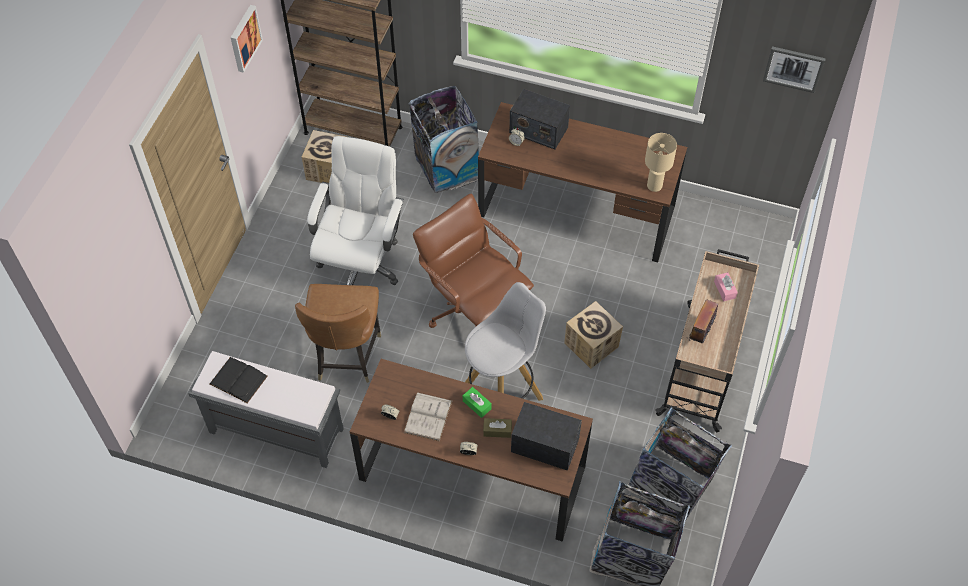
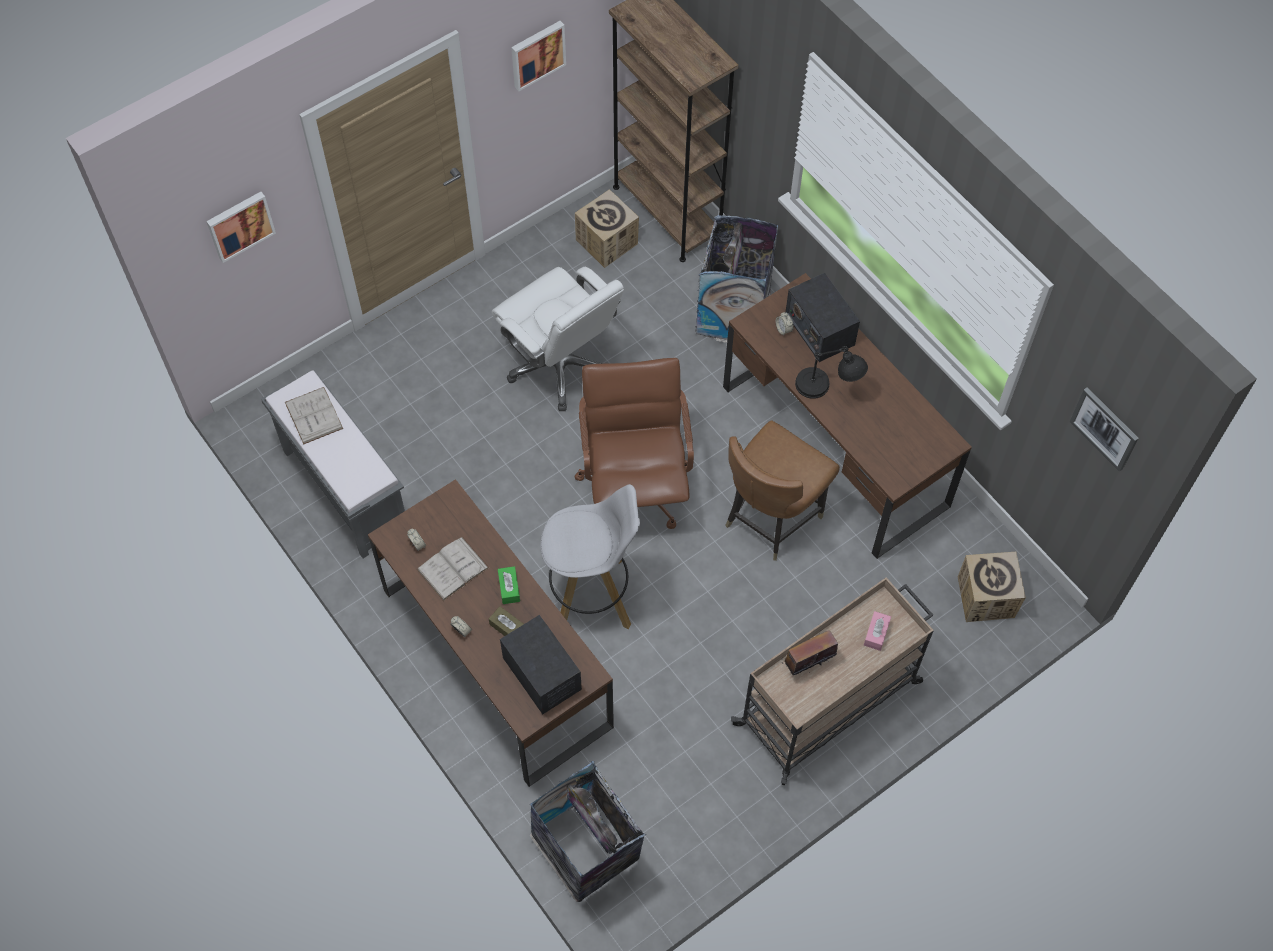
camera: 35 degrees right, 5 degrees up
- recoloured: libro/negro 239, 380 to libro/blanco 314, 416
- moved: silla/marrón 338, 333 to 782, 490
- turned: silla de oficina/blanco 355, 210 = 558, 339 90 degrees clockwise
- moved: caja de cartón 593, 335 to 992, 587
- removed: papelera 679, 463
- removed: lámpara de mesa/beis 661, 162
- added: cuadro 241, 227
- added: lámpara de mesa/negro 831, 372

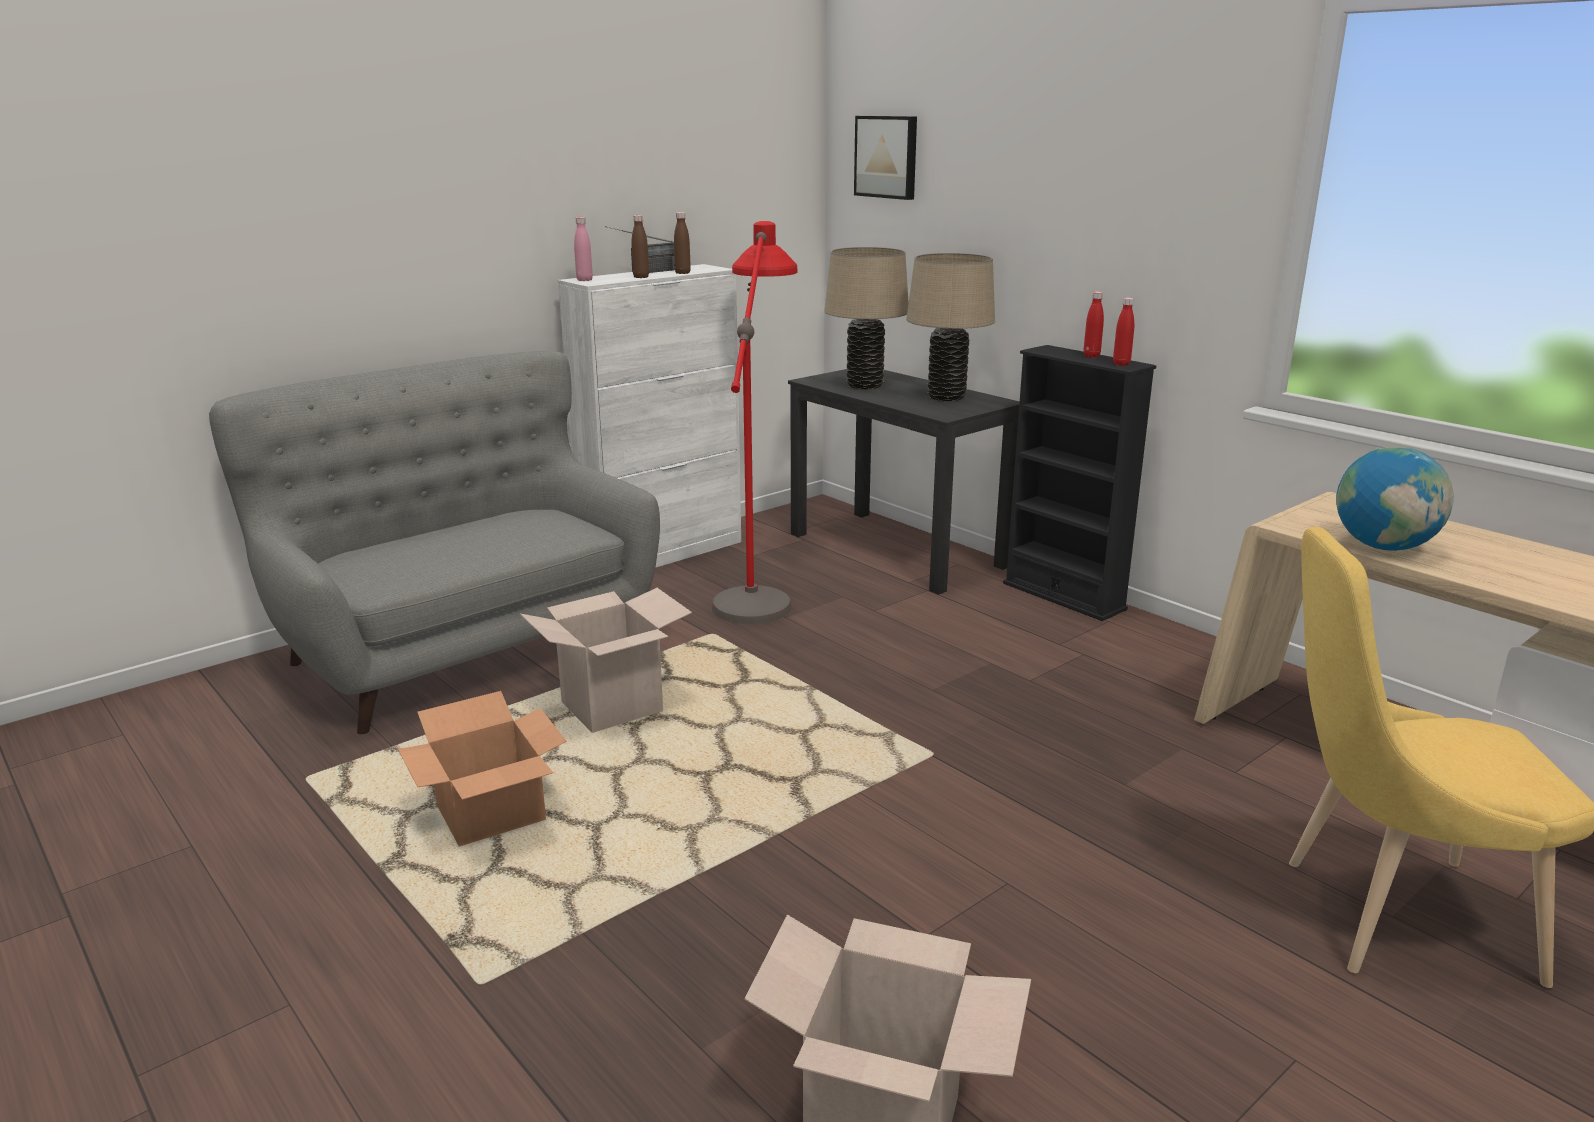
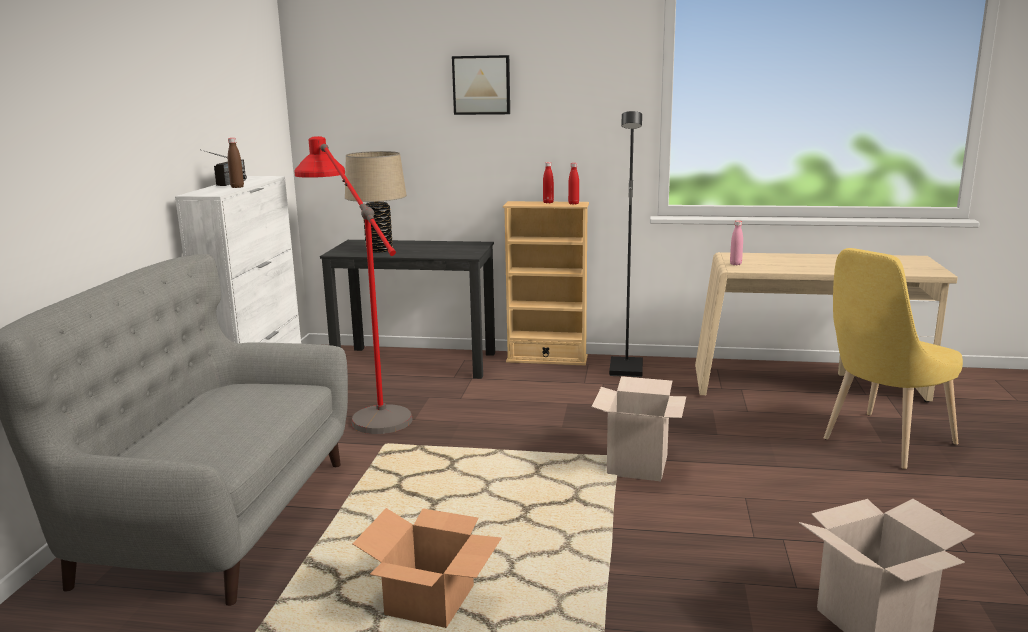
camera: 40 degrees left, 5 degrees down
- moved: caja de cartón 606, 660 to 639, 428
- moved: botella/rosa 583, 249 to 736, 243
- removed: botella/marrón 682, 243
- moved: cuadro 885, 158 to 481, 85
- removed: lámpara de mesa/beis 950, 327
- recoloured: estantería/negro 1079, 483 to estantería/beis 546, 283
- removed: globo terráqueo 1394, 499
- added: lámpara de pie/negro 626, 244

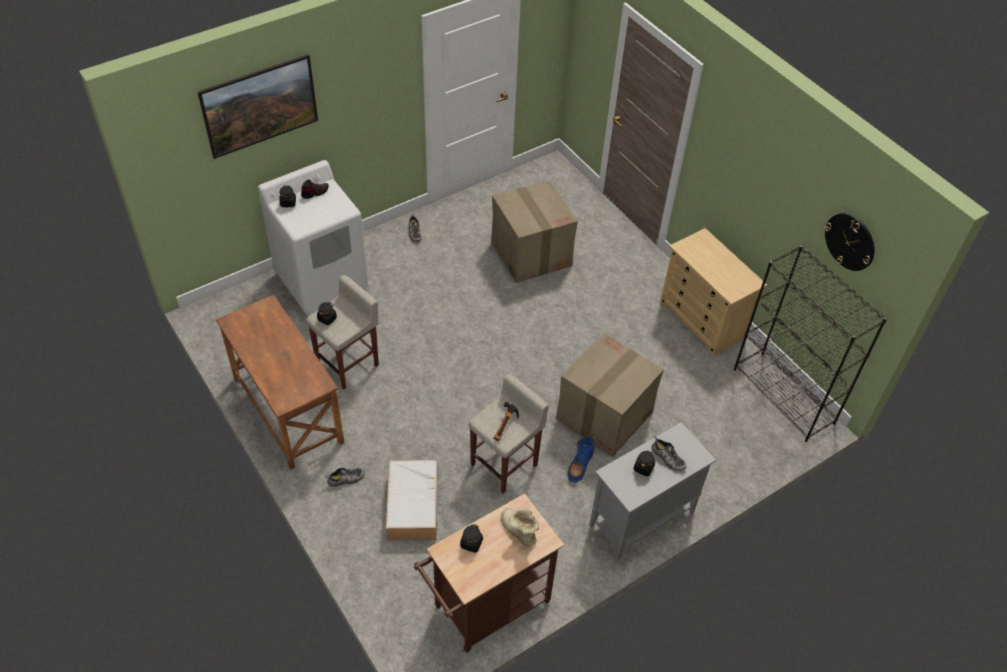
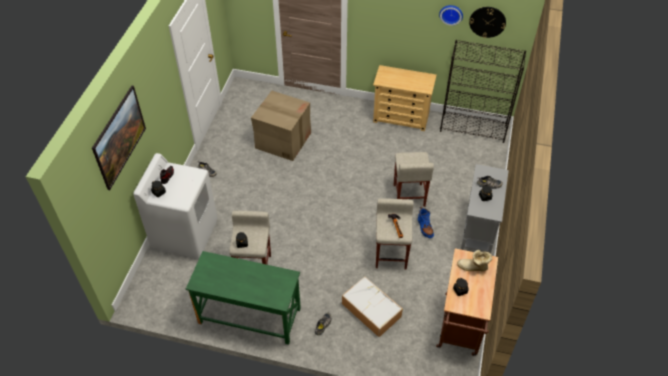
camera: 40 degrees left, 0 degrees up
- recoloured: escritorio/marrón 280, 382 to escritorio/verde 243, 298
- replaced: caja de cartón 610, 395 to taburete/beis 414, 179
- added: reloj de pared 451, 15

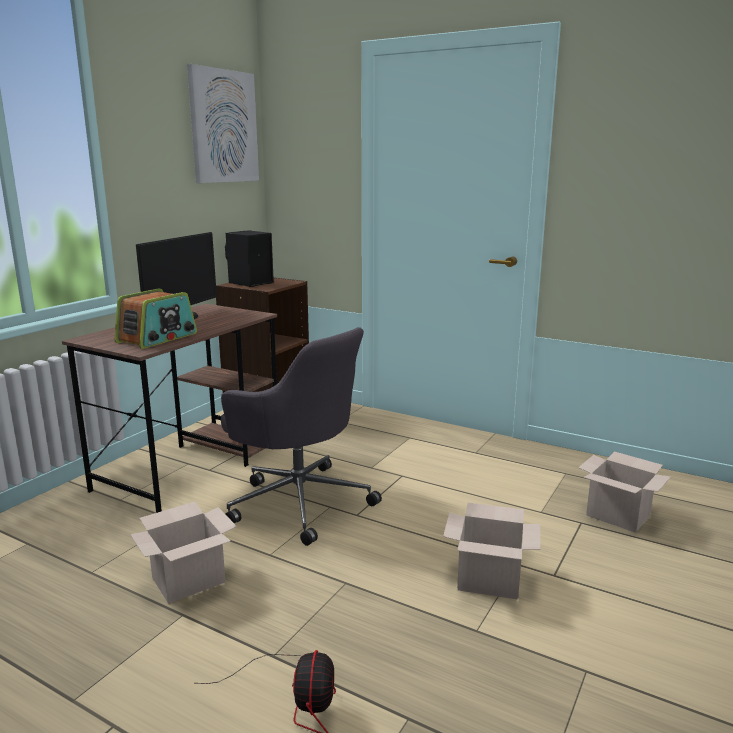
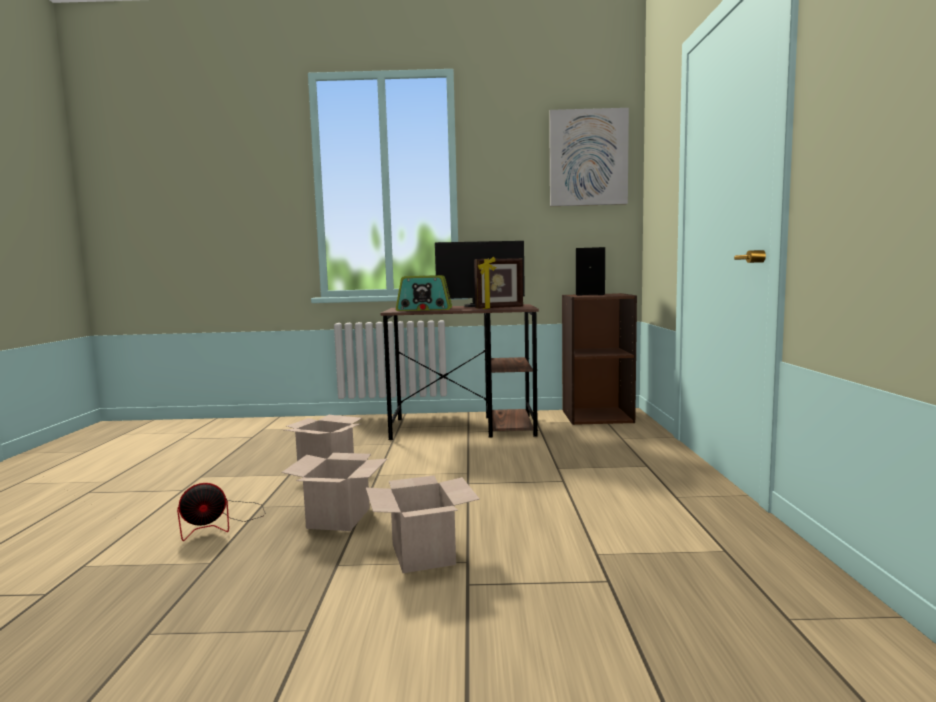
camera: 60 degrees right, 10 degrees down
- removed: silla de oficina/gris 301, 436
- moved: caja de cartón 624, 492 to 334, 492
- added: portarretratos 498, 283

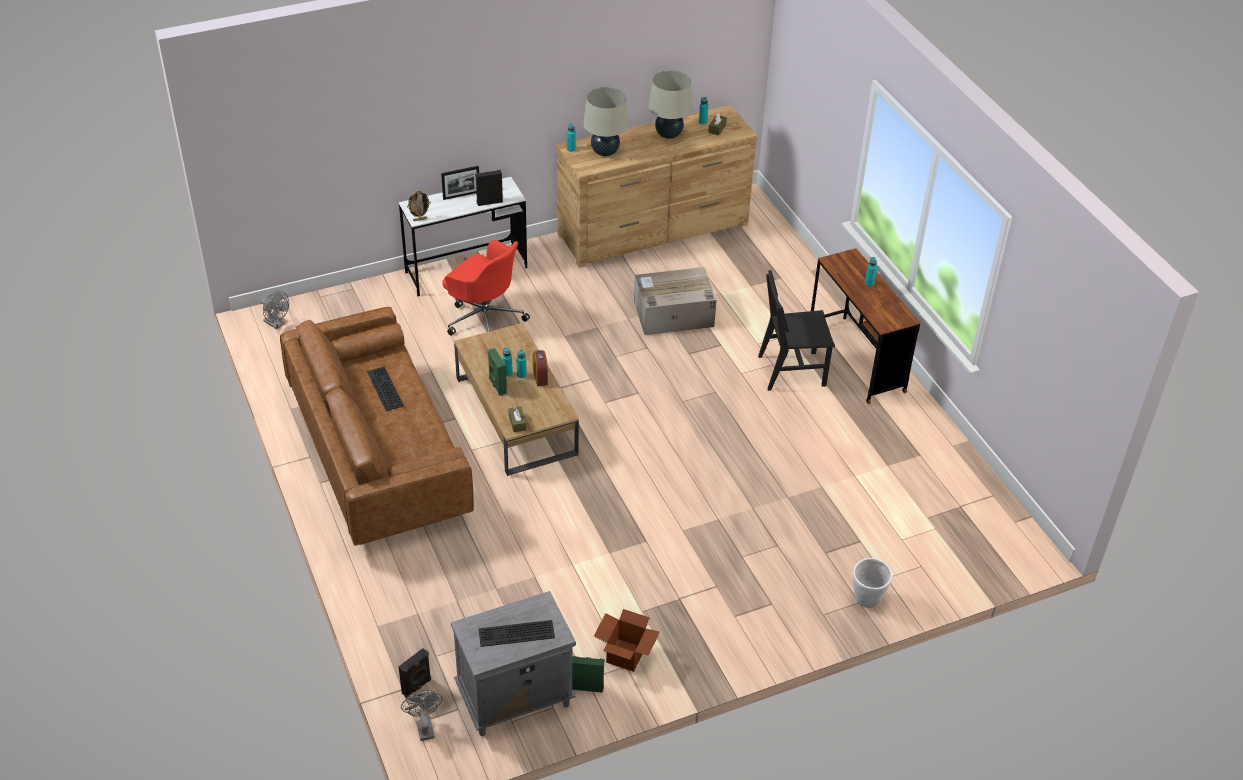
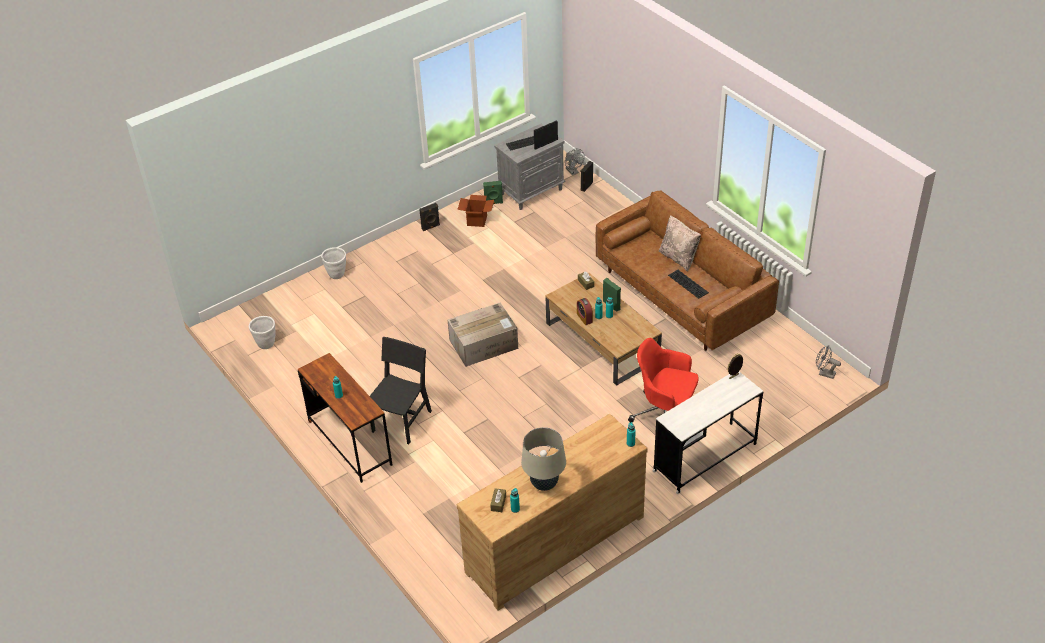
camera: 170 degrees right, 0 degrees up
- moved: portarretratos 460, 183 to 546, 135
- moved: altavoz/negro 489, 188 to 429, 217
- removed: lámpara de mesa/beis 605, 121
- moved: caja de cartón 675, 301 to 483, 335
- turned: silla/negro 796, 330 = 401, 390 45 degrees counterclockwise
- added: maceta/blanco 262, 332
- added: cojín/beis 680, 243

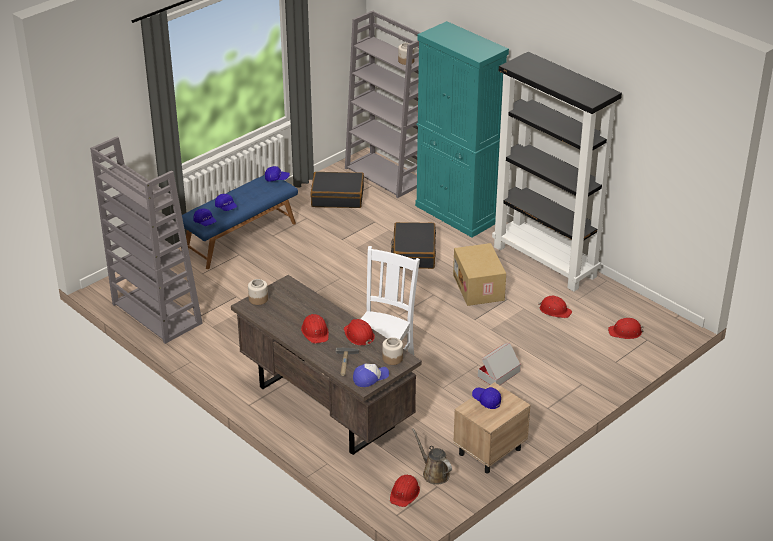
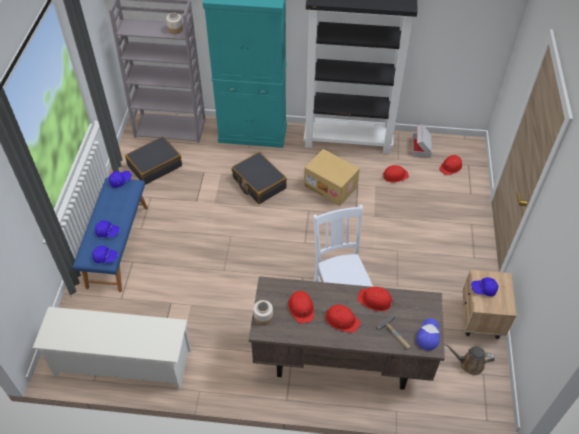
camera: 40 degrees left, 15 degrees up
- replaced: estantería/gris 146, 240 to zapatero/blanco 111, 348
- removed: tarro 392, 351
- moved: casco/rojo 405, 491 to 301, 307
- moved: caja de cartón 499, 364 to 422, 141

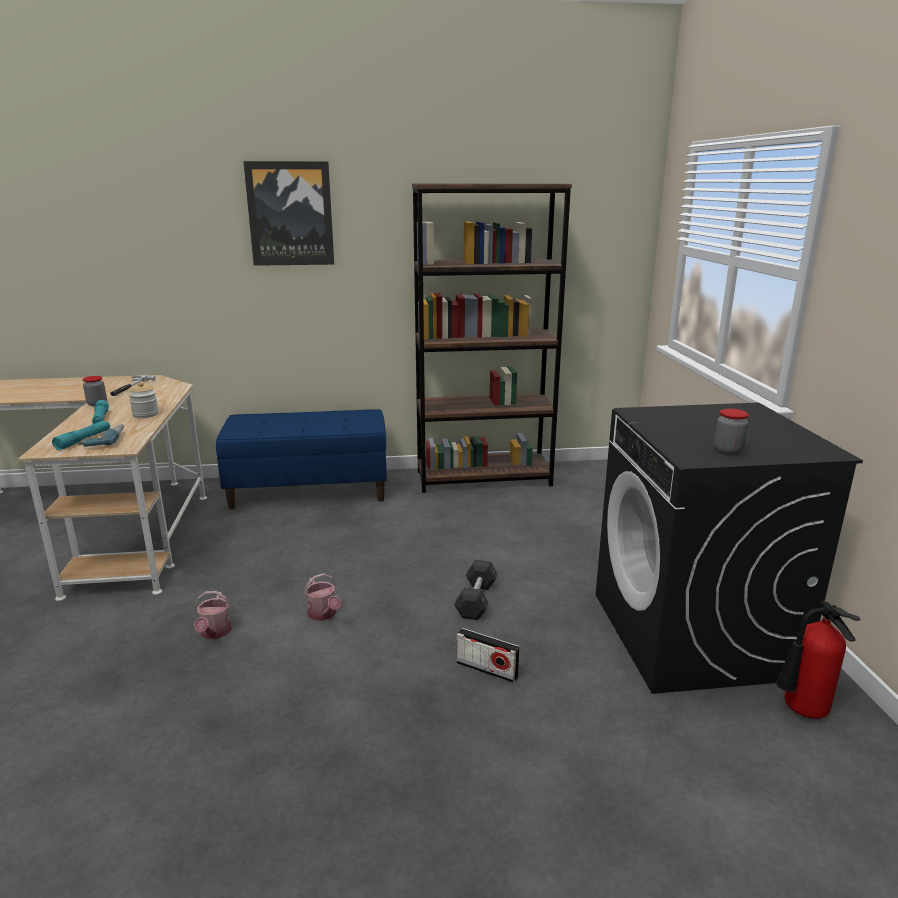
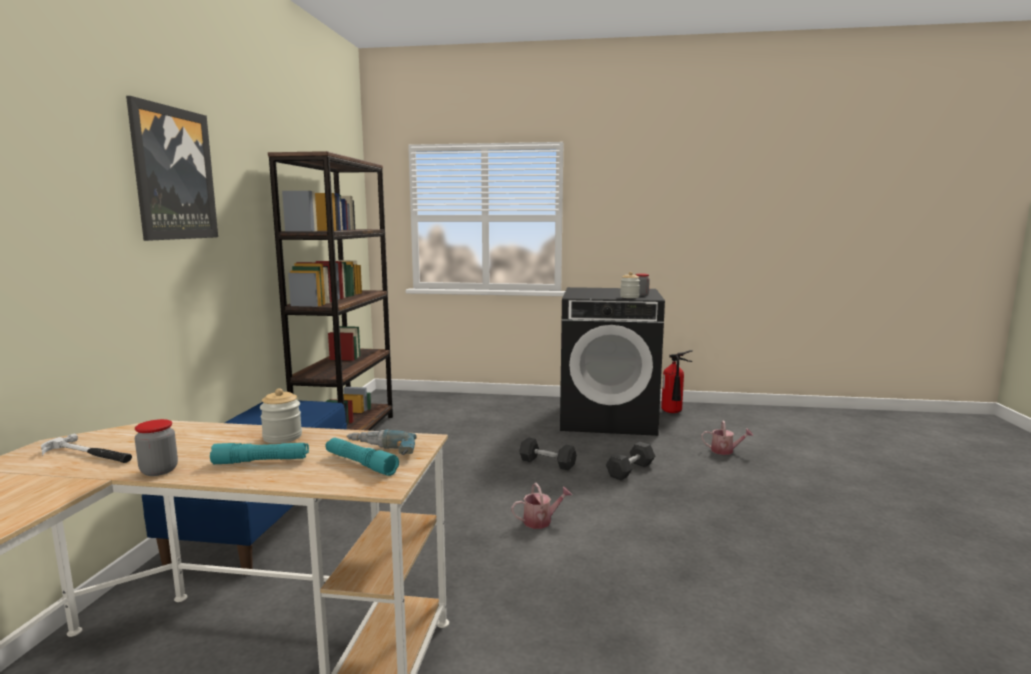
camera: 75 degrees left, 10 degrees down
- moved: regadera 213, 615 to 727, 438
- replaced: radio 488, 655 to mancuerna/gris 630, 461
- added: tarro 630, 285

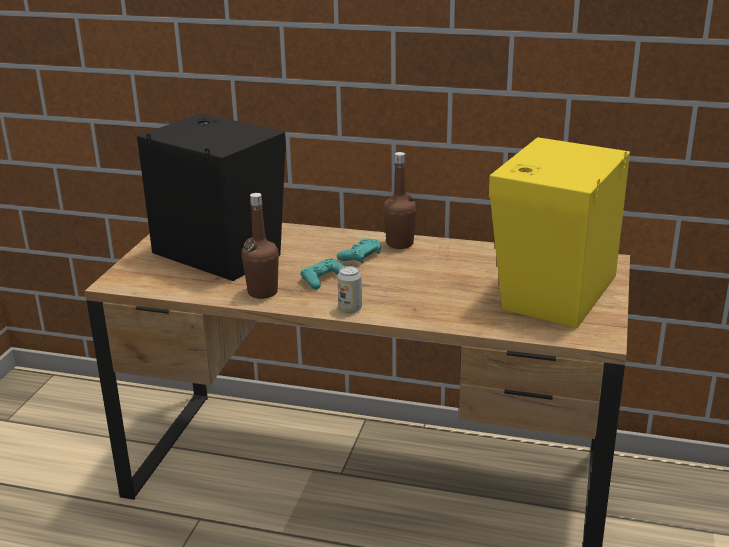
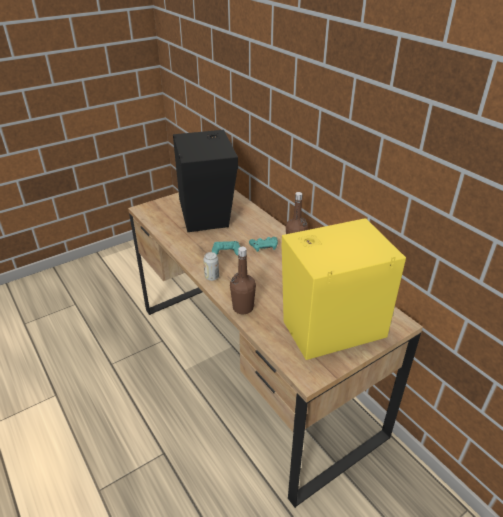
camera: 40 degrees right, 10 degrees up
- moved: botella/marrón 260, 246 to 243, 280

